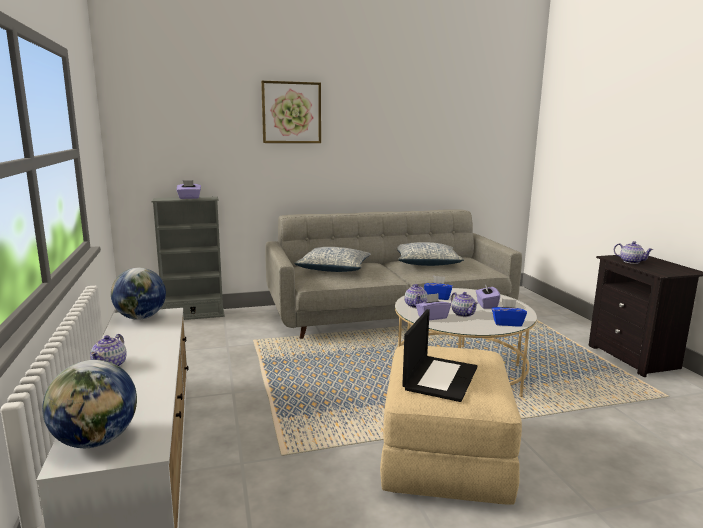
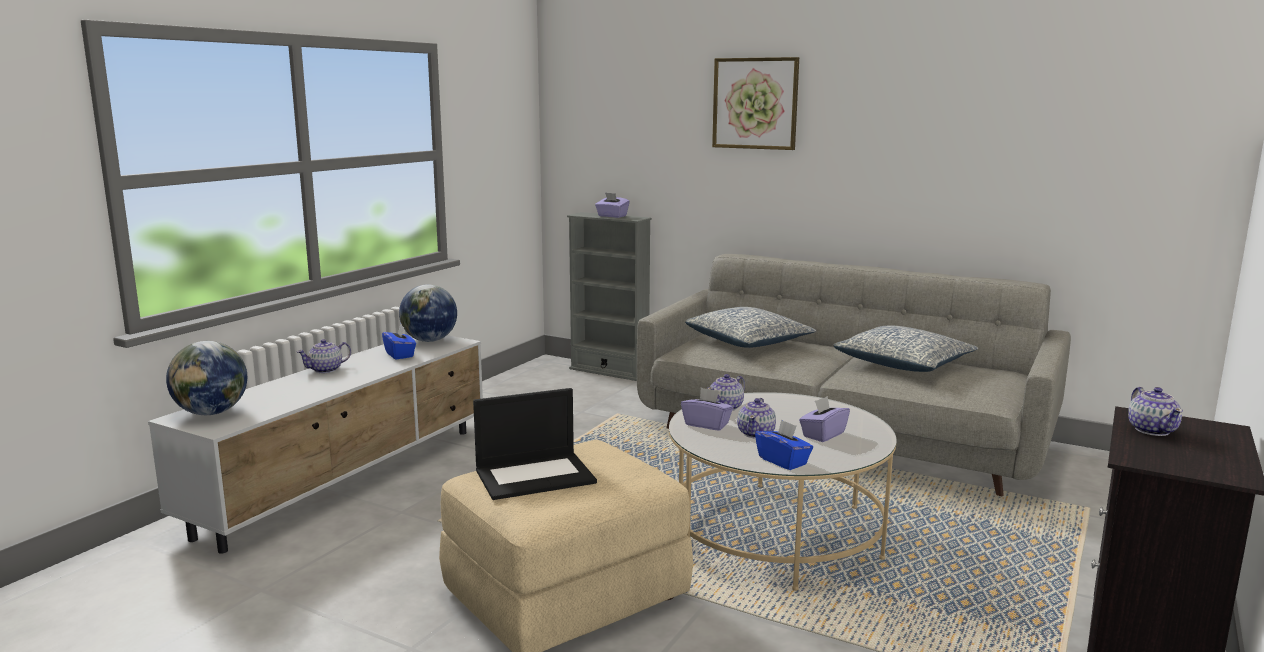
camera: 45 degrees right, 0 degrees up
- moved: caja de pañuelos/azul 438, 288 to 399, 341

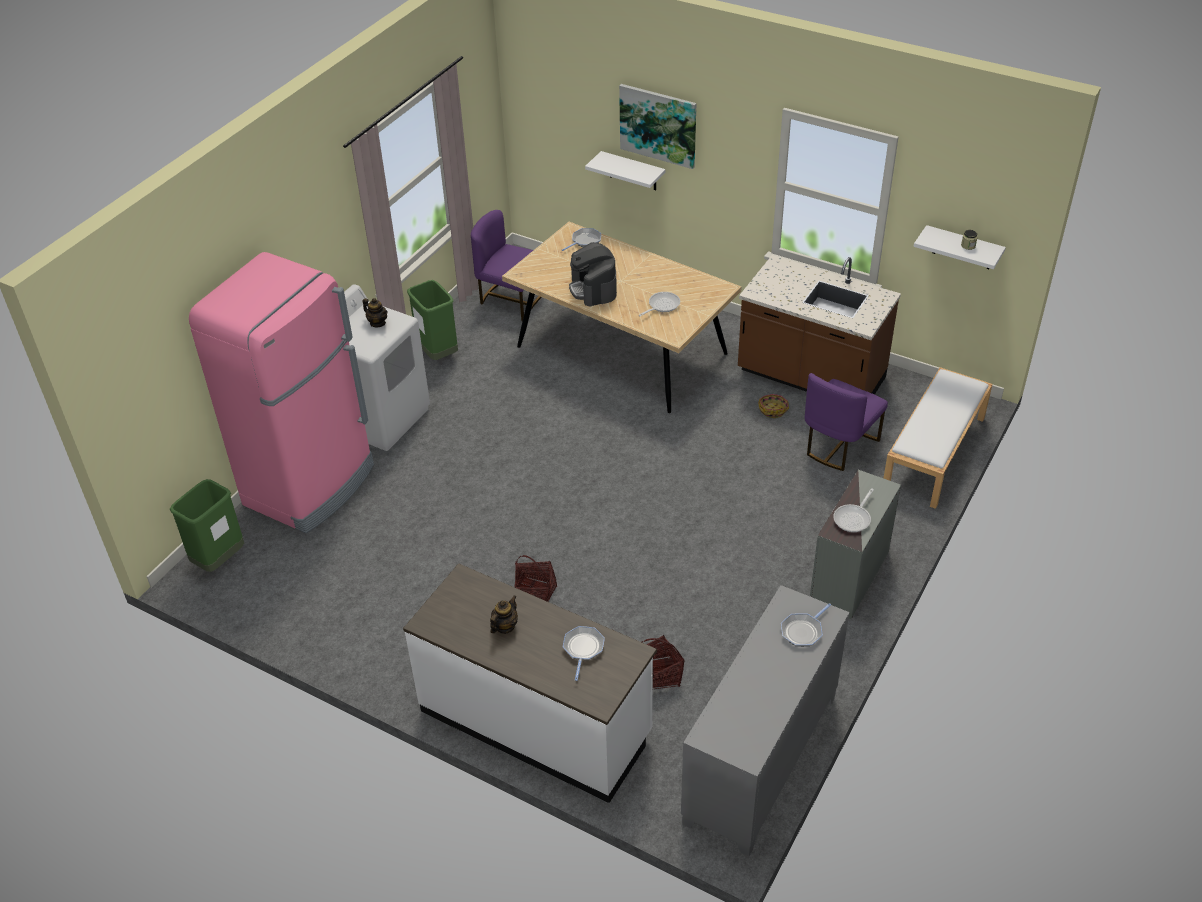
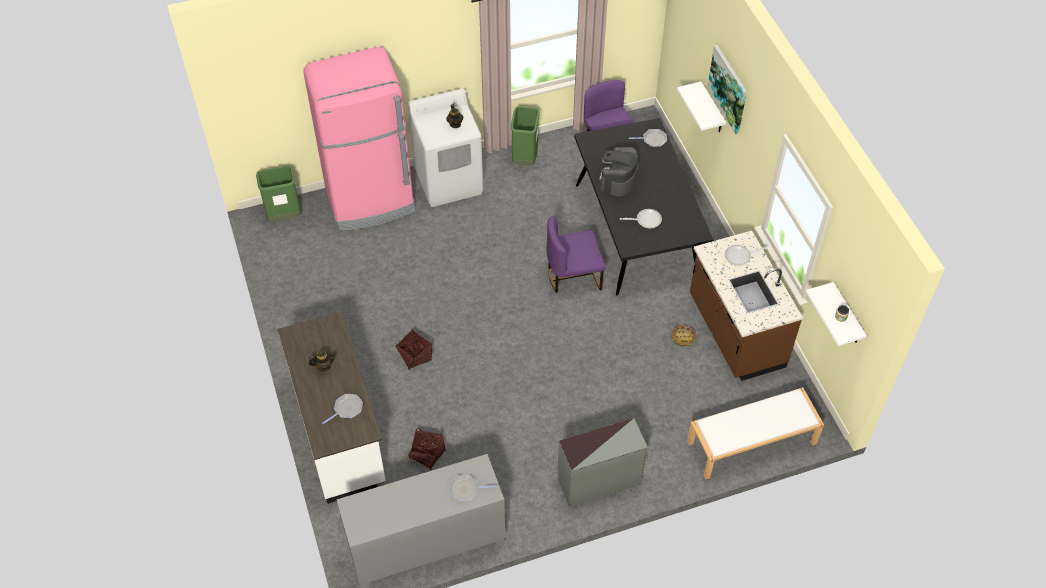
camera: 40 degrees right, 10 degrees up
- recoloured: mesa de comedor/beis 621, 317 to mesa de comedor/negro 643, 206
- moved: silla/morado 846, 422 to 575, 254
- moved: sartén 853, 510 to 746, 255

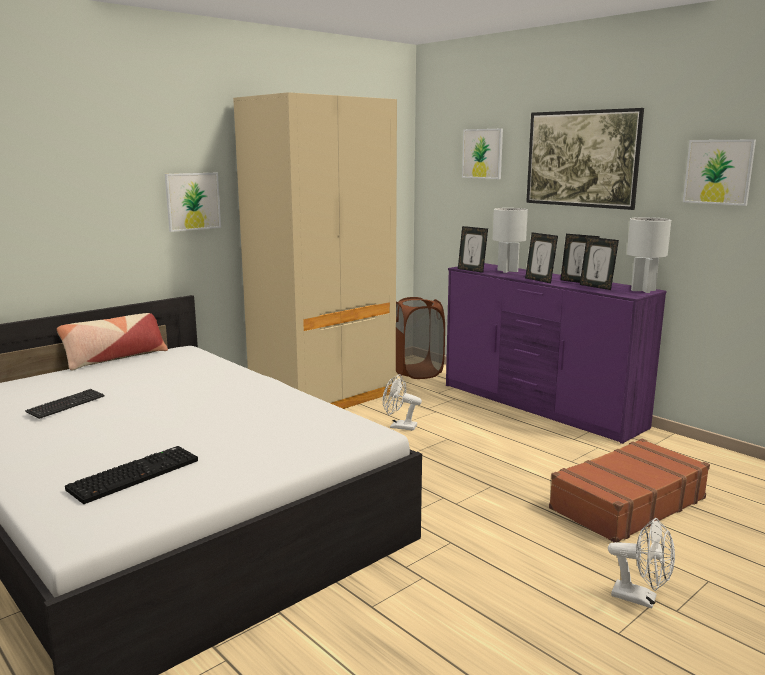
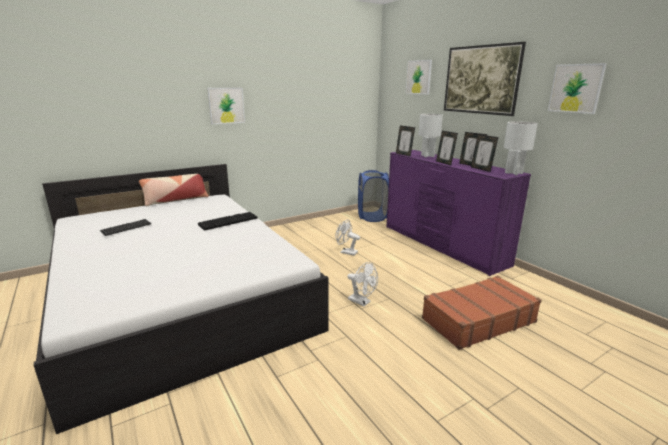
camera: 10 degrees right, 5 degrees up
- moved: teclado 131, 475 to 227, 221
- removed: armario ropero/beis 315, 250
- recoloured: cesto de la ropa/marrón 420, 338 to cesto de la ropa/azul 373, 196
- moved: ventilador/blanco 641, 563 to 362, 284

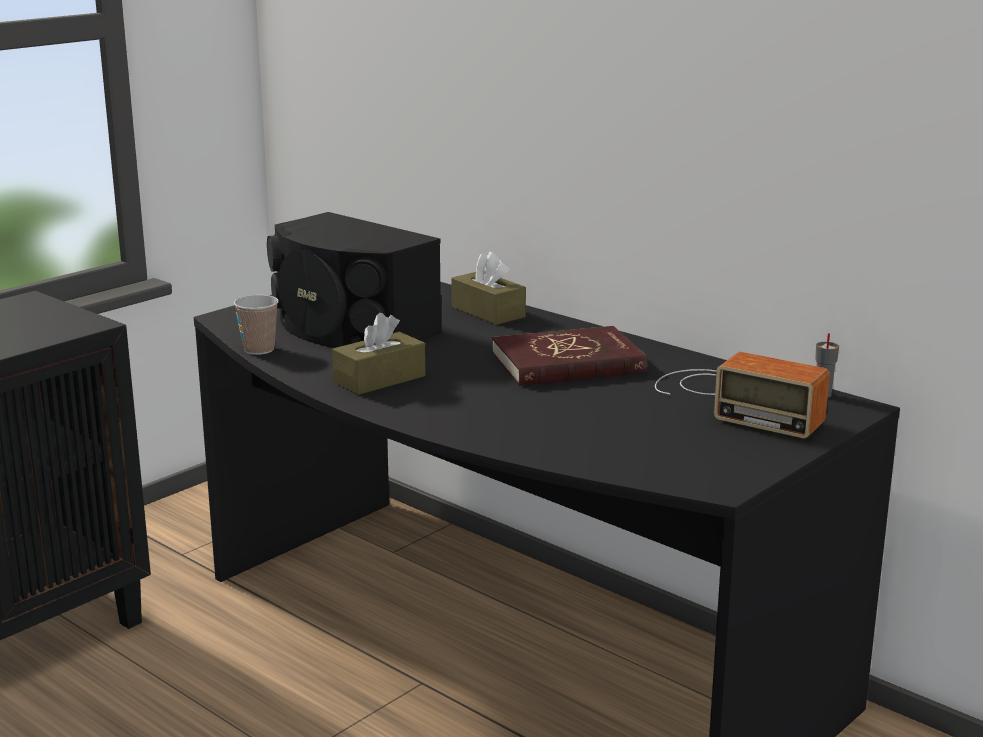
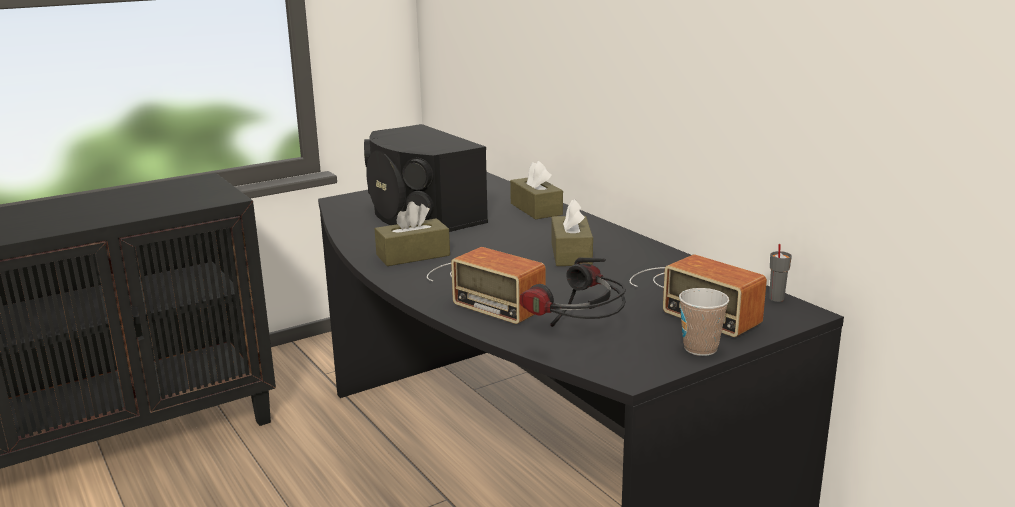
camera: 15 degrees right, 0 degrees up
- moved: taza 256, 325 to 704, 322
- replaced: libro/rojo 570, 356 to caja de pañuelos/marrón 572, 232
- added: radio 486, 285
- added: auriculares 573, 292

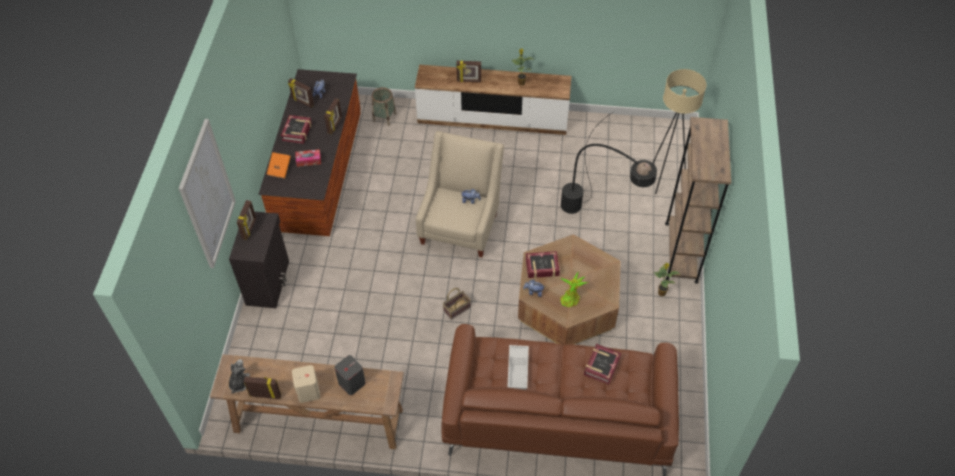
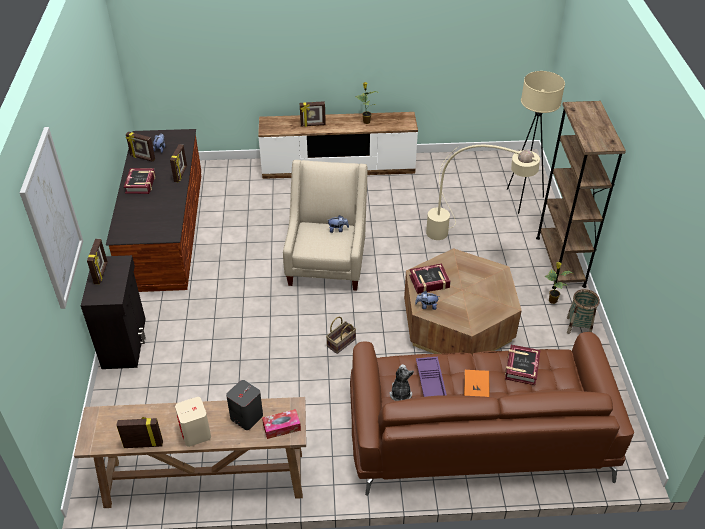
camera: 10 degrees left, 10 degrees down
- moved: peluche 239, 376 to 401, 382
- moved: libro/naranja 279, 165 to 476, 383
- moved: caja de pañuelos 308, 158 to 281, 424
- moved: cesta 384, 106 to 583, 311
- recoloured: bandeja/blanco 518, 367 to bandeja/morado 431, 377
- removed: planta en maceta 574, 289
- recoloured: lámpara de pie/negro 609, 163 to lámpara de pie/beis 483, 192

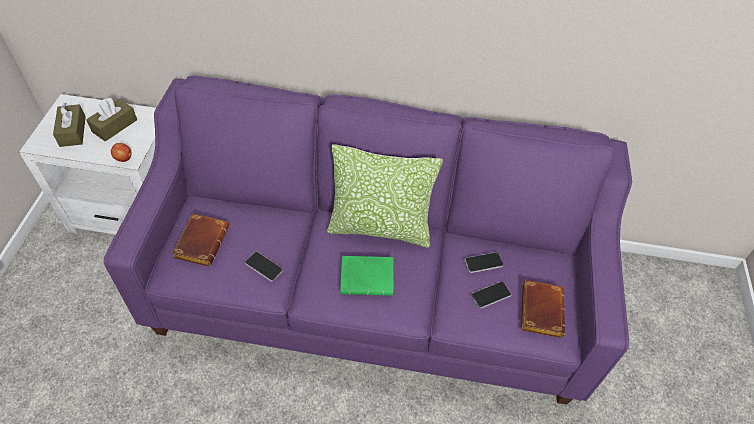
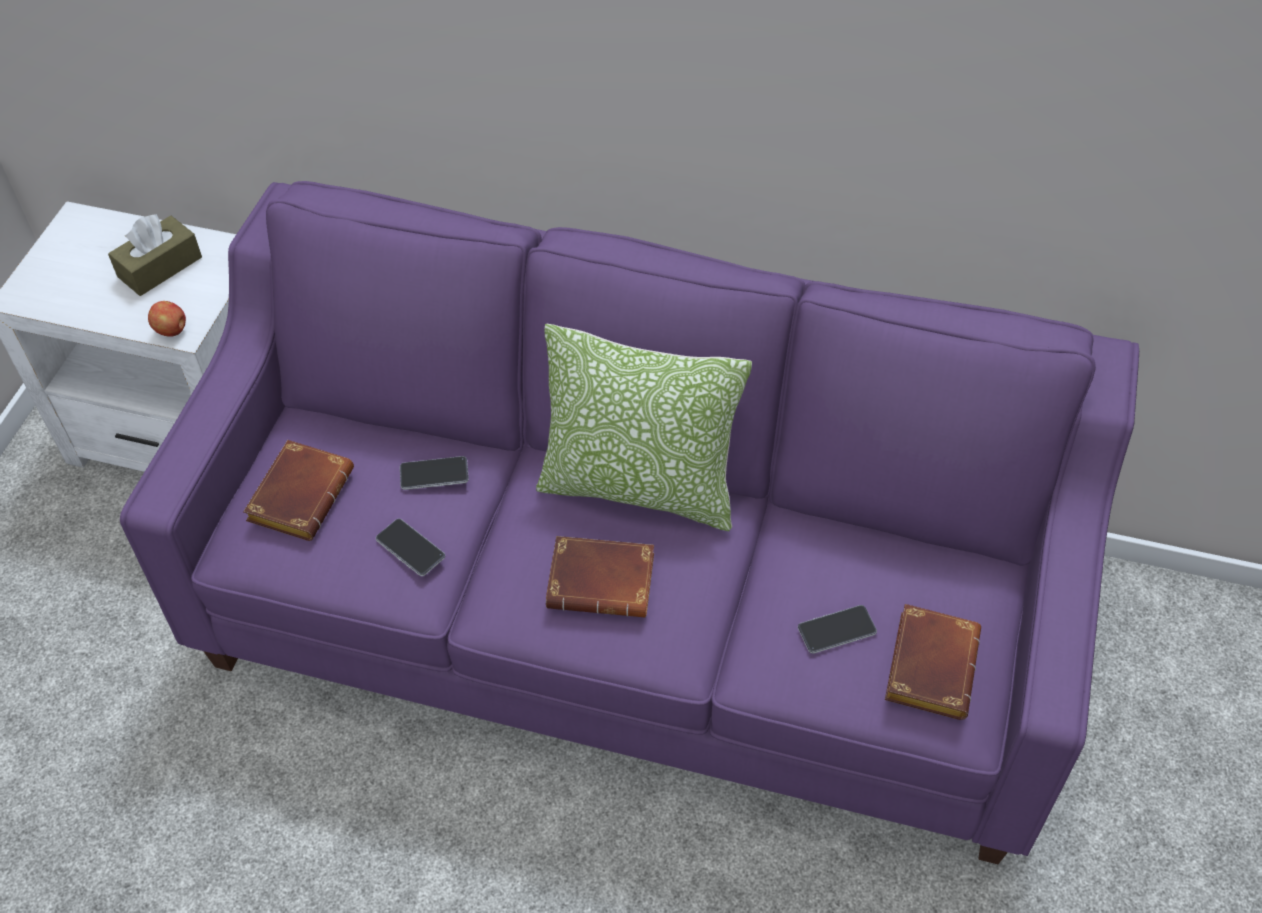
camera: 10 degrees right, 0 degrees up
- removed: caja de pañuelos/marrón 69, 125
- recoloured: libro/verde 367, 276 to libro/marrón 600, 576
- moved: móvil 484, 262 to 434, 473

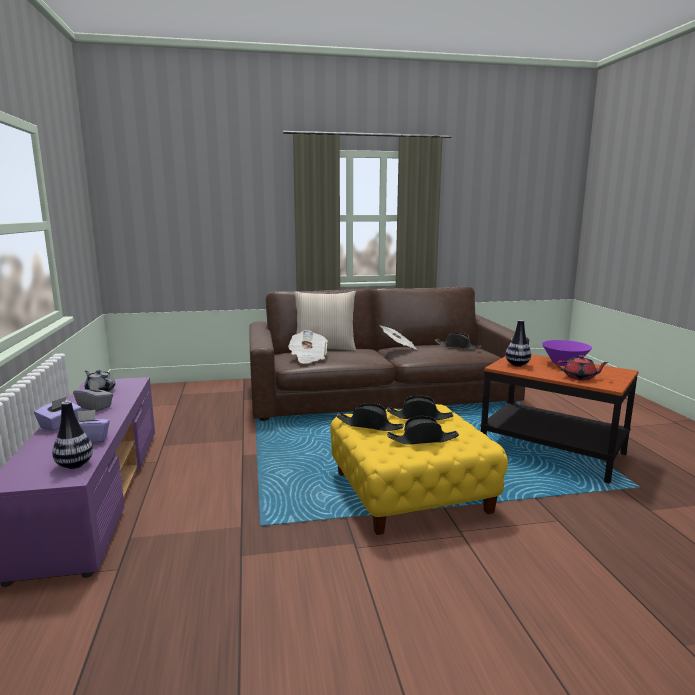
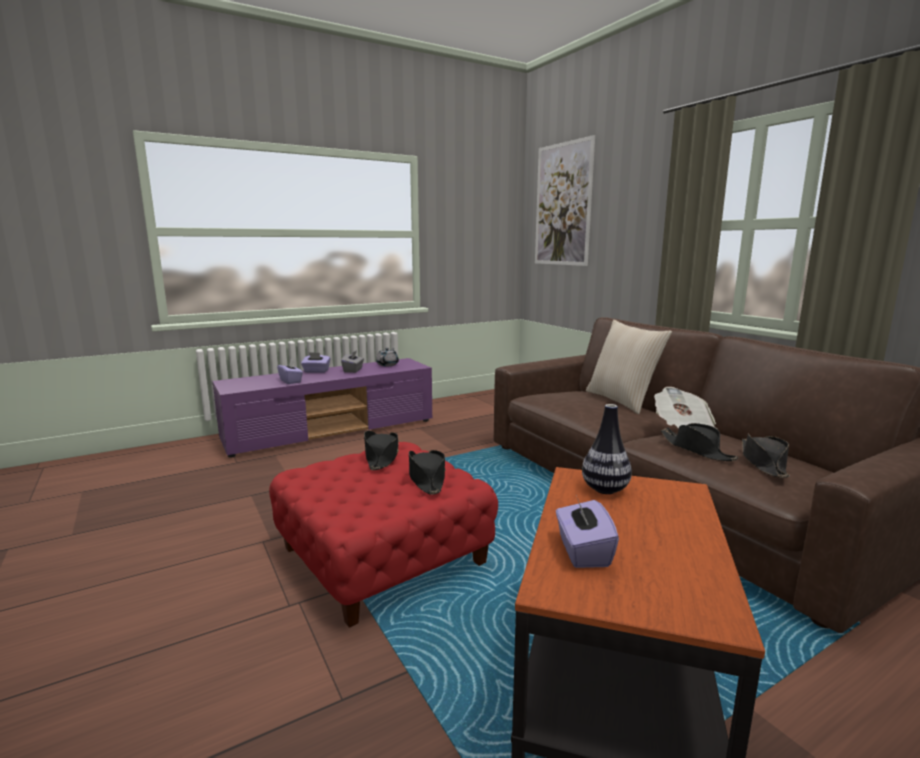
camera: 70 degrees right, 0 degrees up
- removed: florero 72, 435
- removed: periódico 308, 347
- recoloured: puf/amarillo 419, 469 to puf/rojo 383, 535
- moved: sombrero/negro 423, 430 to 699, 442
- removed: cuenco/morado 567, 353
- replaced: tetera/rojo 583, 367 to caja de pañuelos/morado 587, 531
- added: cuadro 565, 200

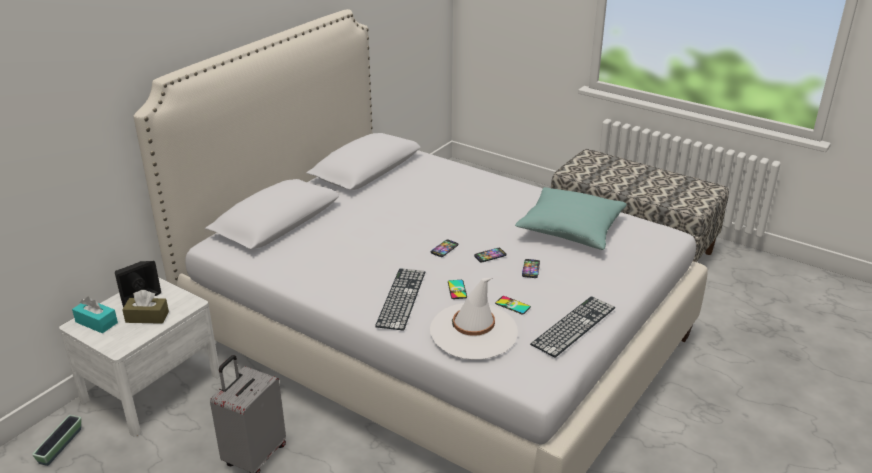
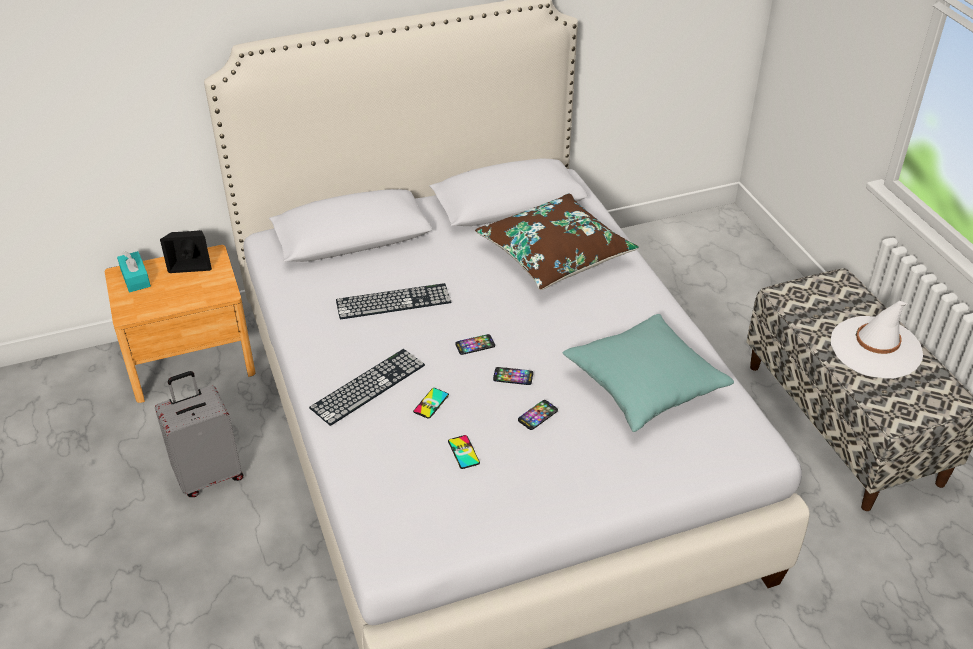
camera: 35 degrees right, 10 degrees up
- removed: maceta 56, 440
- recoloured: mesita de noche/blanco 139, 356 to mesita de noche/marrón 180, 324
- removed: caja de pañuelos/marrón 145, 307
- moved: sombrero/blanco 474, 319 to 877, 340
- moved: teclado 572, 327 to 394, 301
- added: cojín/marrón 557, 242

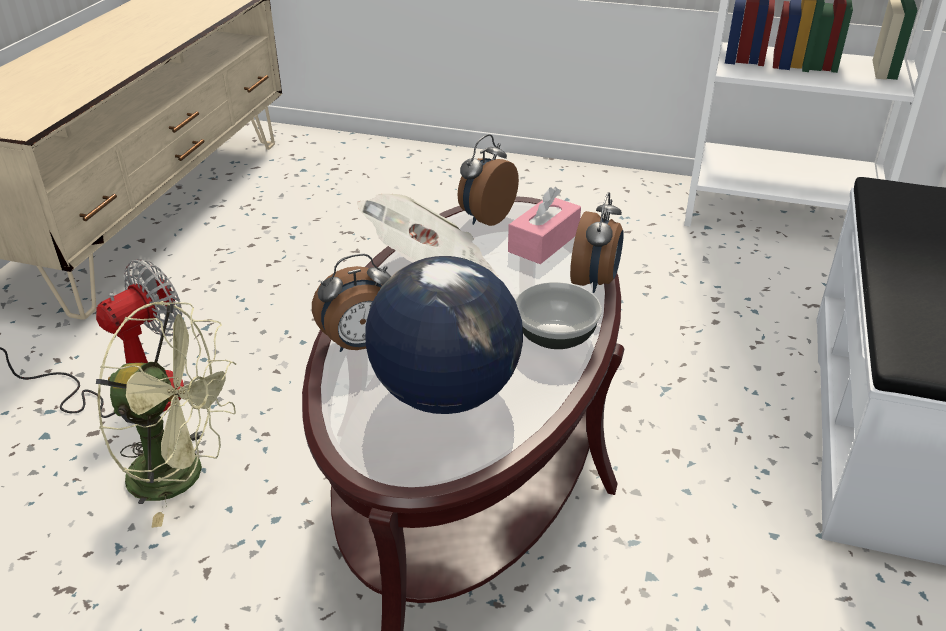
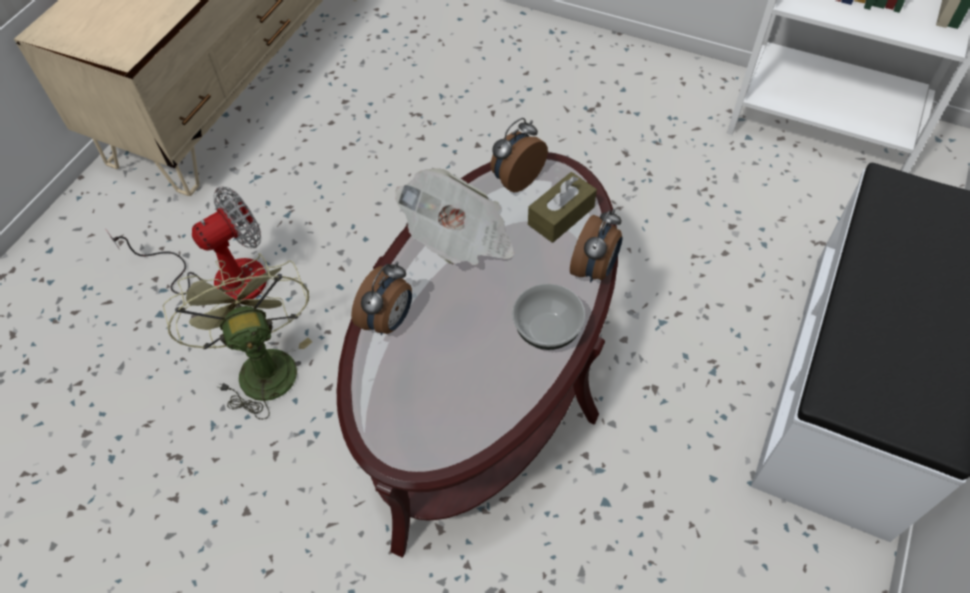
camera: 10 degrees right, 20 degrees up
- turned: ventilador/verde 166, 414 = 237, 336 135 degrees counterclockwise
- turned: despertador 351, 302 = 381, 298 45 degrees counterclockwise
- removed: globo terráqueo 444, 335
- recoloured: caja de pañuelos/rosa 544, 225 to caja de pañuelos/marrón 562, 207

